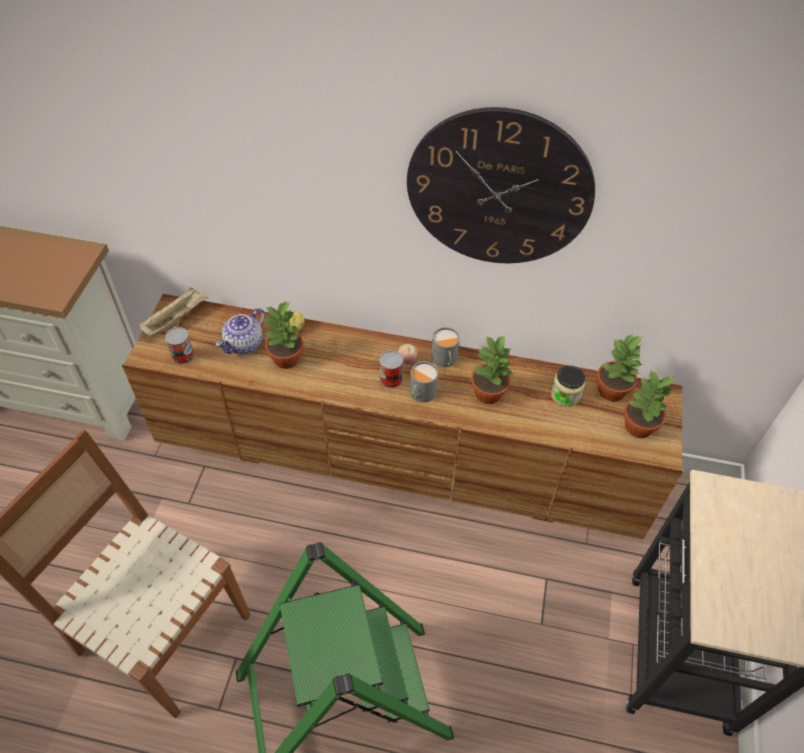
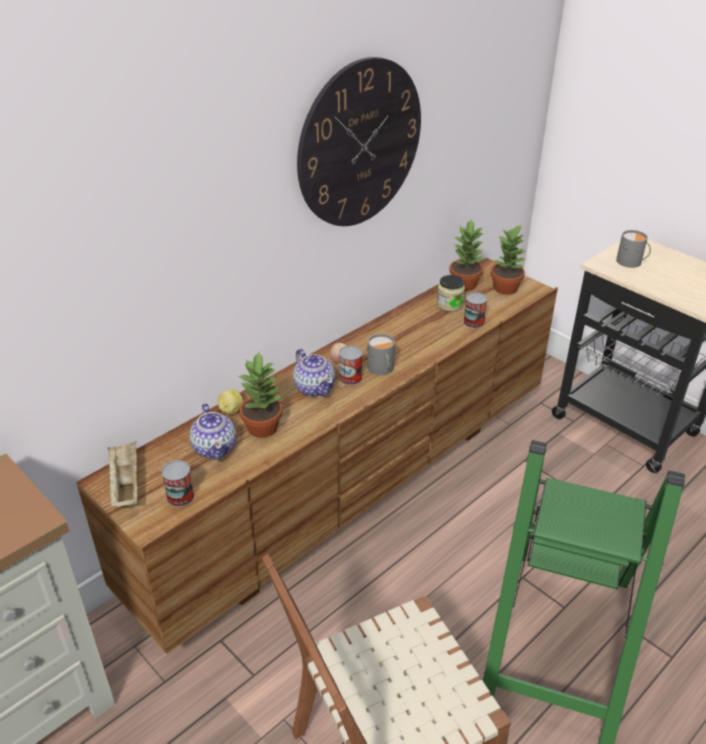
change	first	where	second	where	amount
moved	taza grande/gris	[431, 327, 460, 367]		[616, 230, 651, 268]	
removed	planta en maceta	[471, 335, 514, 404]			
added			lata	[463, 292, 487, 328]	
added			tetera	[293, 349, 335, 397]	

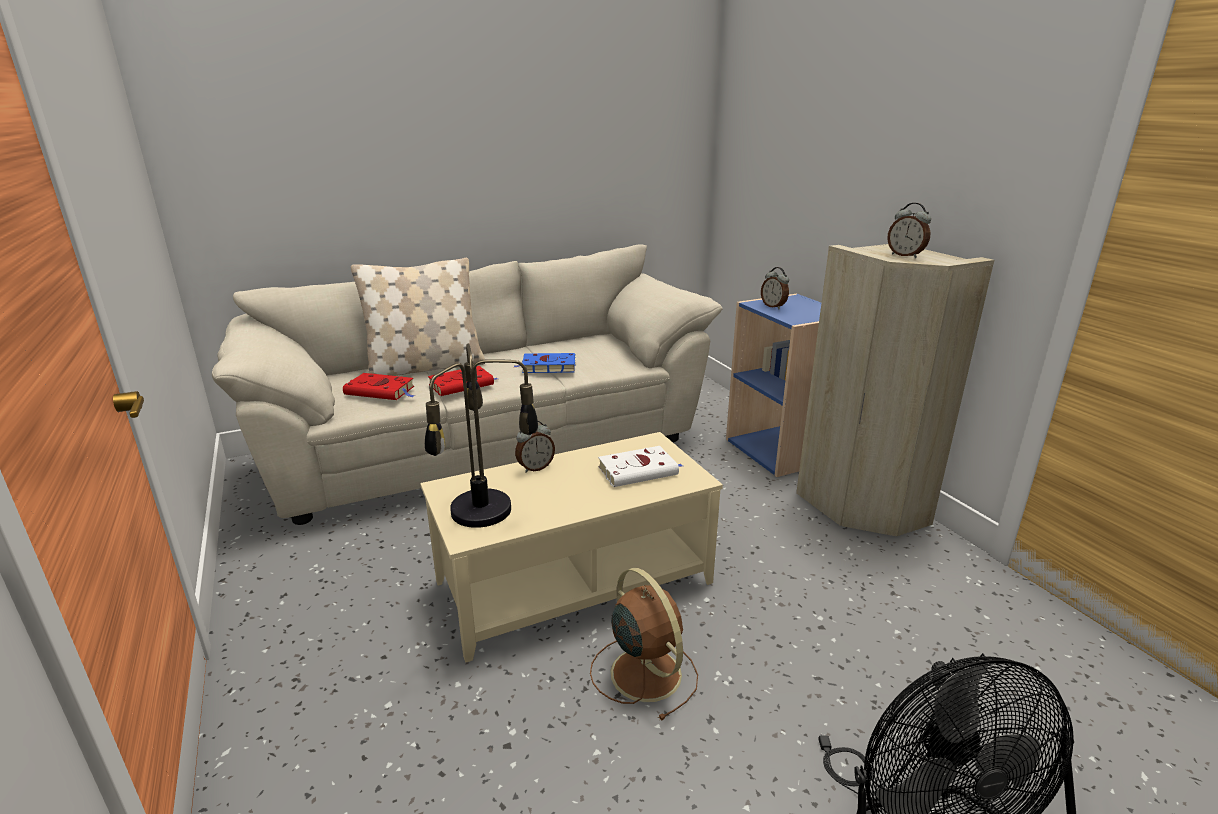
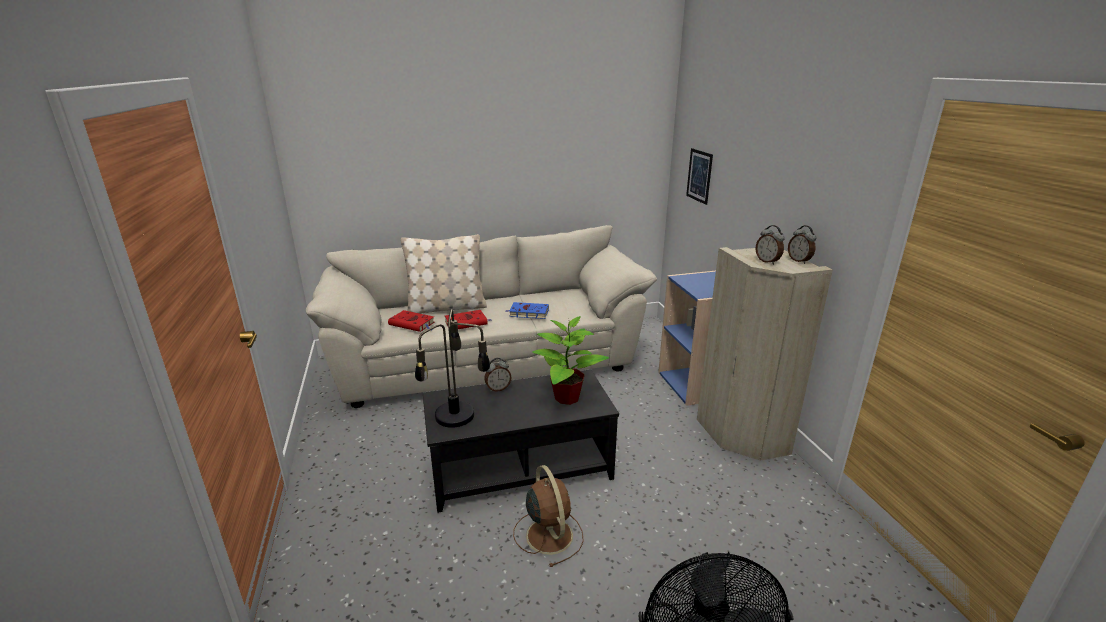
change	first	where	second	where	amount
moved	despertador	[761, 267, 789, 309]		[788, 226, 816, 264]	
recoloured	mesa de centro/beis	[420, 432, 723, 662]	mesa de centro/negro	[423, 370, 619, 513]	
replaced	libro/blanco	[598, 446, 683, 487]	planta en maceta	[532, 316, 609, 405]	
added			cuadro	[686, 148, 713, 205]	

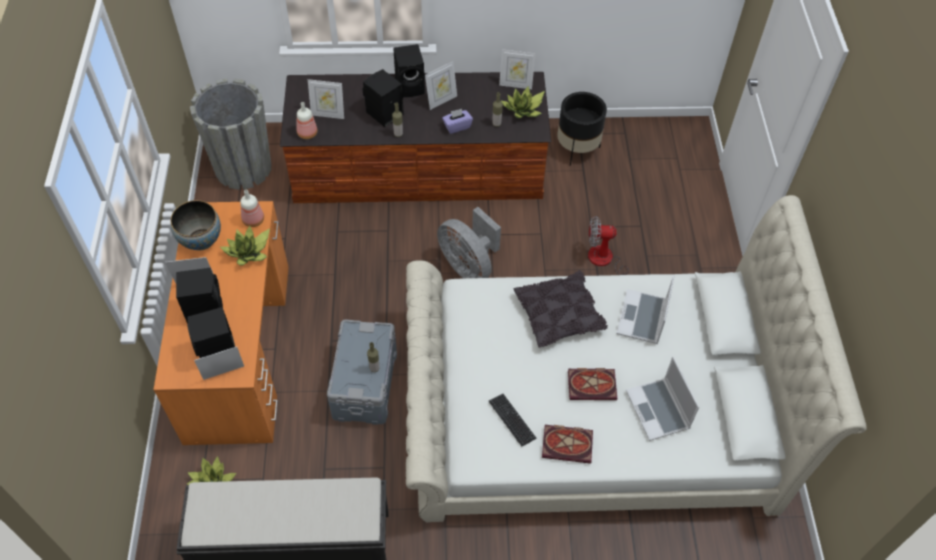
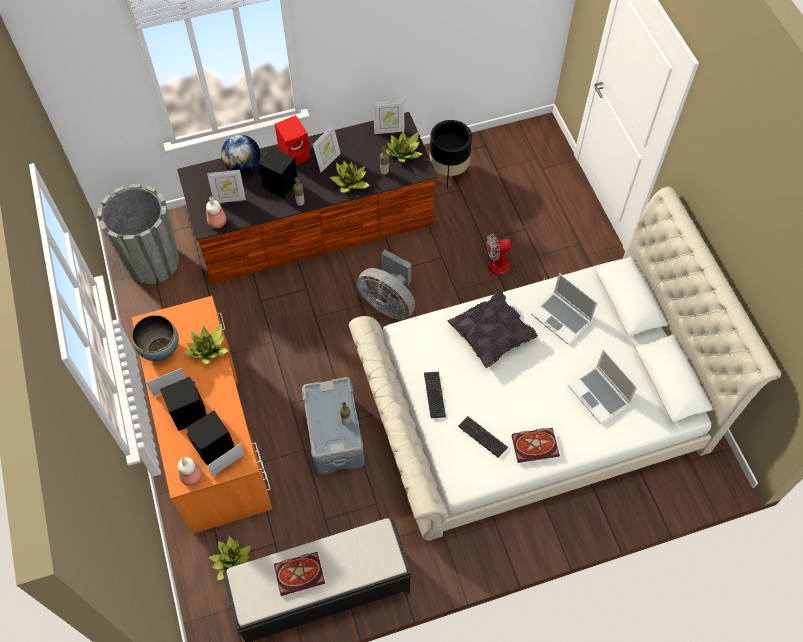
change	first	where	second	where	amount
recoloured	altavoz/negro	[393, 44, 425, 97]	altavoz/rojo	[275, 115, 311, 165]	
replaced	caja de pañuelos/morado	[442, 109, 473, 134]	planta en maceta	[330, 161, 370, 193]	
moved	botella	[240, 189, 264, 227]		[178, 457, 202, 486]	
turned	portátil	[616, 275, 674, 344]		[531, 273, 597, 344]	45 degrees counterclockwise
moved	libro	[568, 368, 617, 400]		[274, 552, 325, 596]	
added			globo terráqueo	[221, 135, 261, 174]	
added			teclado	[424, 372, 446, 418]	

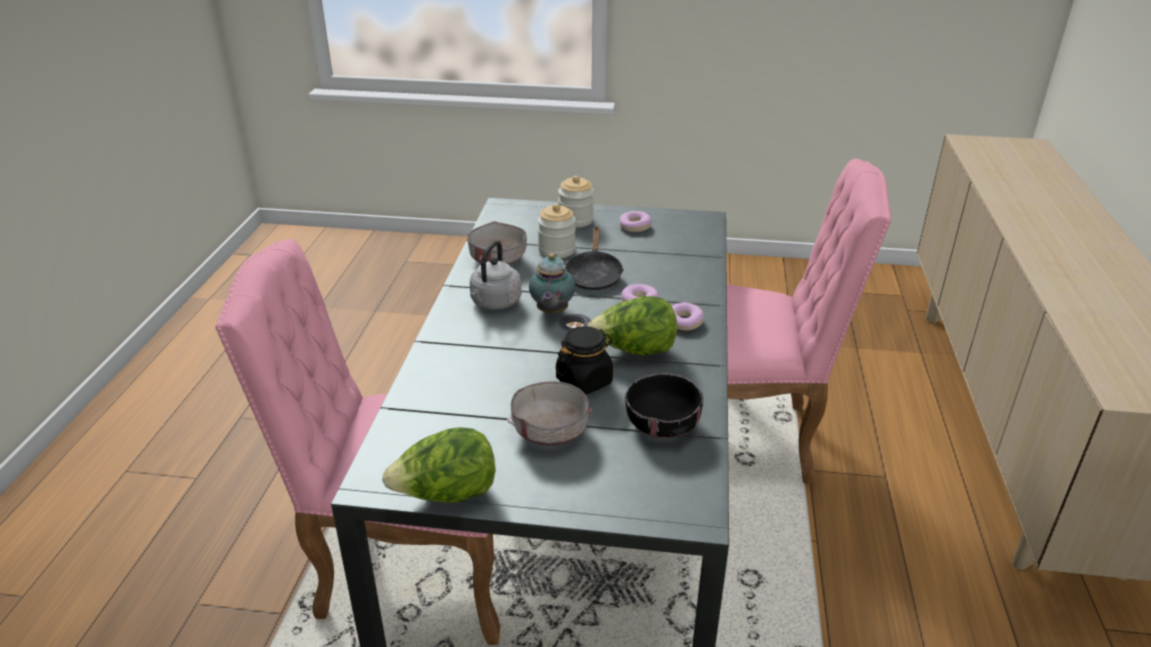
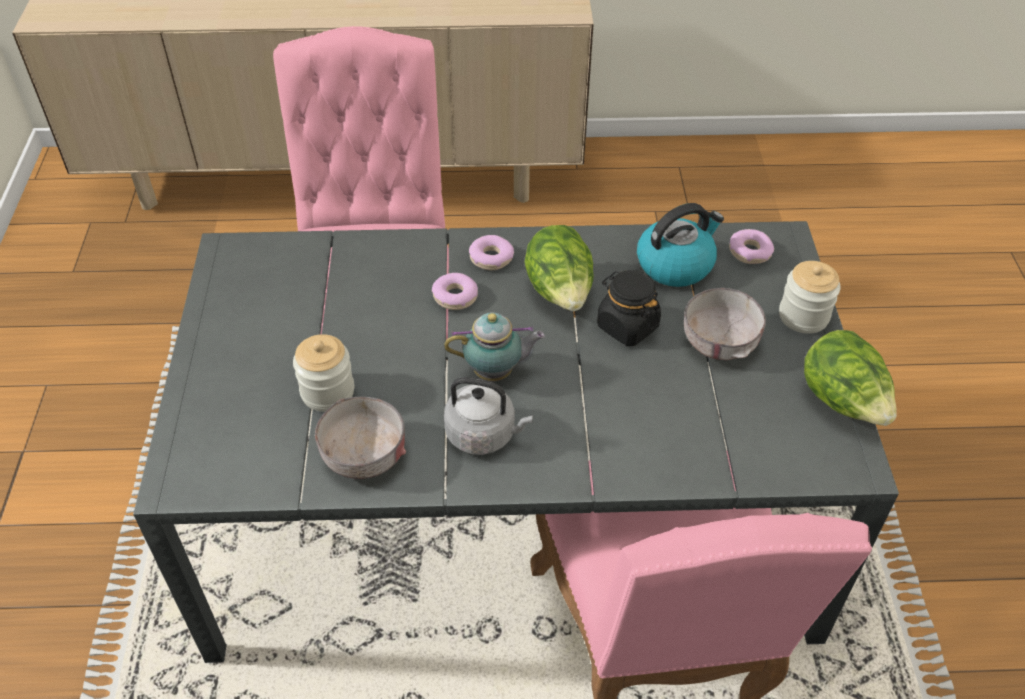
change	first	where	second	where	amount
moved	tarro	[558, 176, 594, 228]		[779, 261, 841, 334]	
moved	rosquilla	[620, 211, 652, 232]		[729, 229, 774, 264]	
removed	sartén/negro	[564, 226, 624, 290]			
replaced	cuenco/negro	[625, 373, 703, 438]	hervidor	[637, 203, 724, 287]	

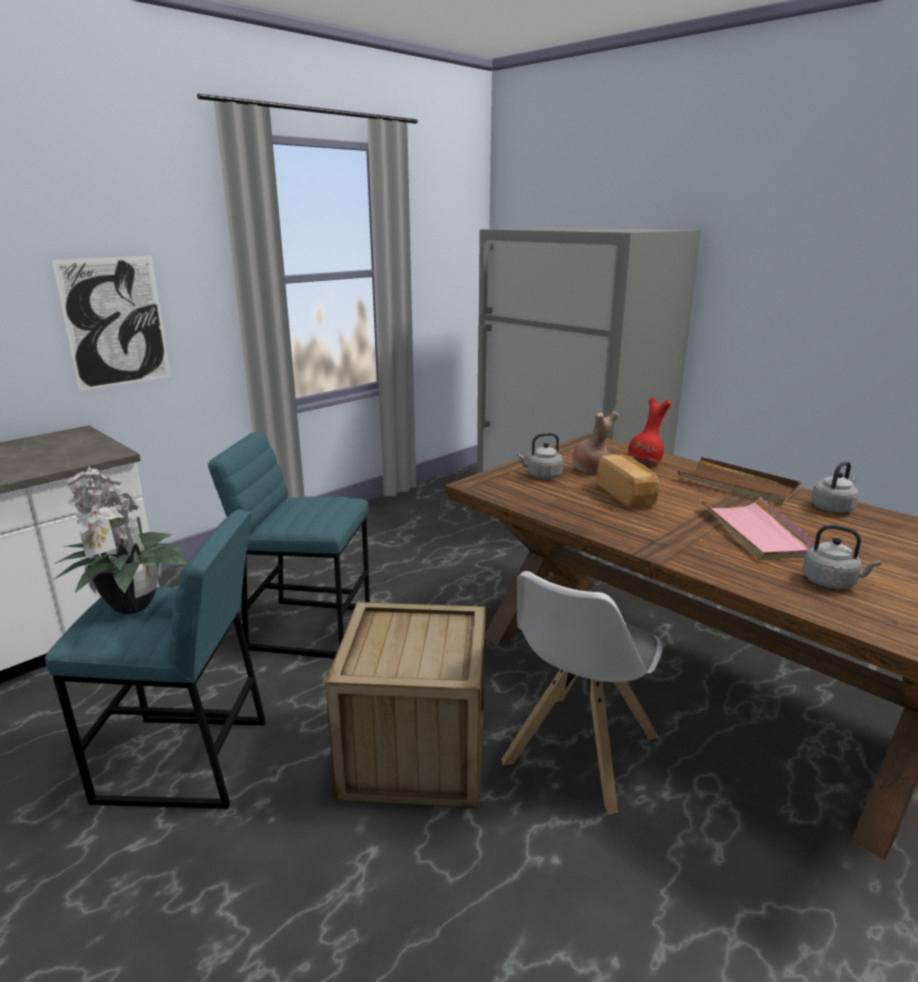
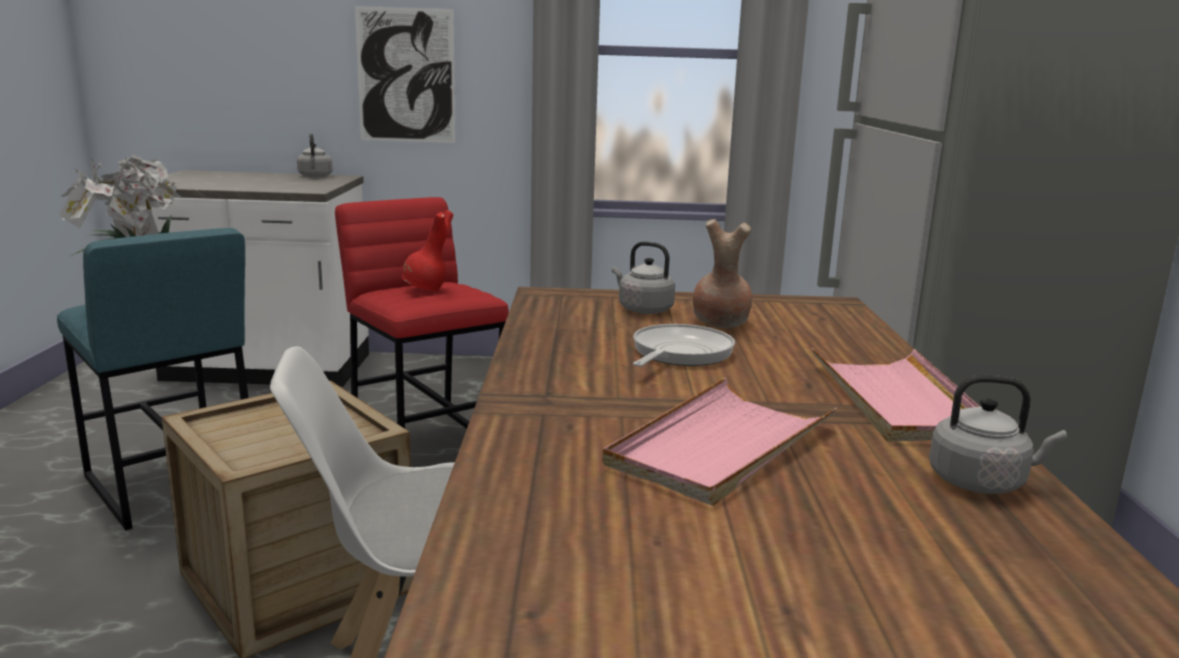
change	first	where	second	where	amount
moved	florero/rojo	[628, 398, 672, 462]		[402, 210, 453, 291]	
recoloured	taburete/azul	[208, 431, 370, 659]	taburete/rojo	[335, 197, 509, 429]	
replaced	pan	[597, 454, 659, 509]	sartén	[633, 324, 735, 367]	
recoloured	bandeja/marrón	[678, 457, 802, 505]	bandeja/rosa	[812, 348, 980, 441]	
moved	hervidor/gris	[802, 525, 881, 589]		[297, 133, 333, 177]	

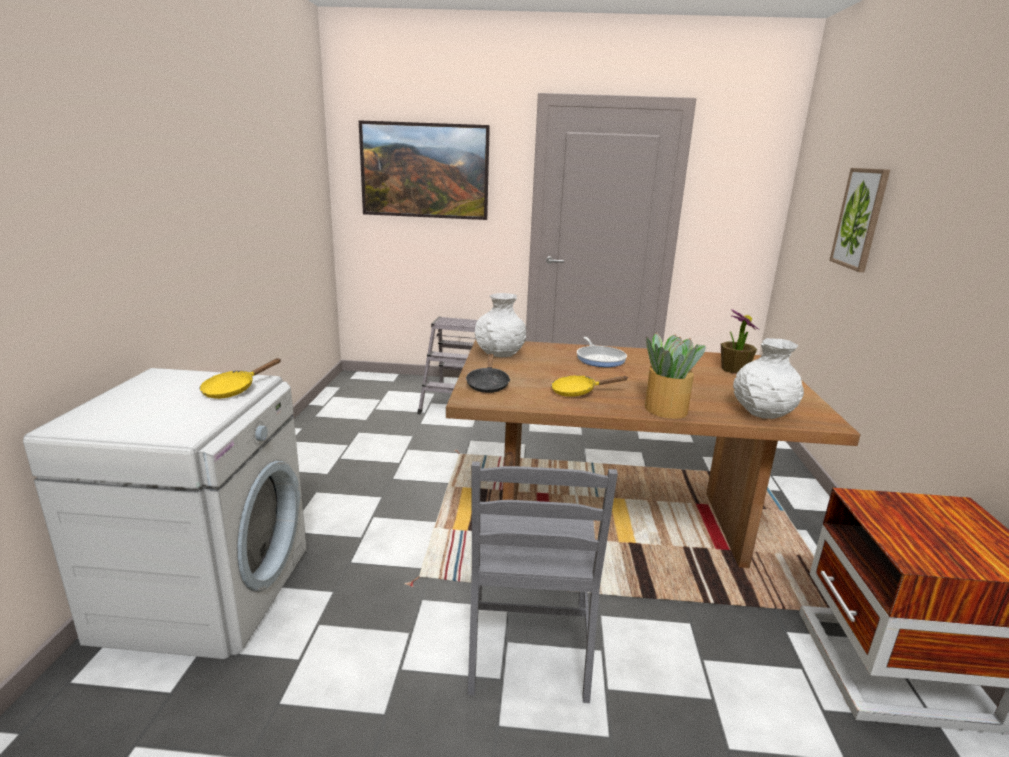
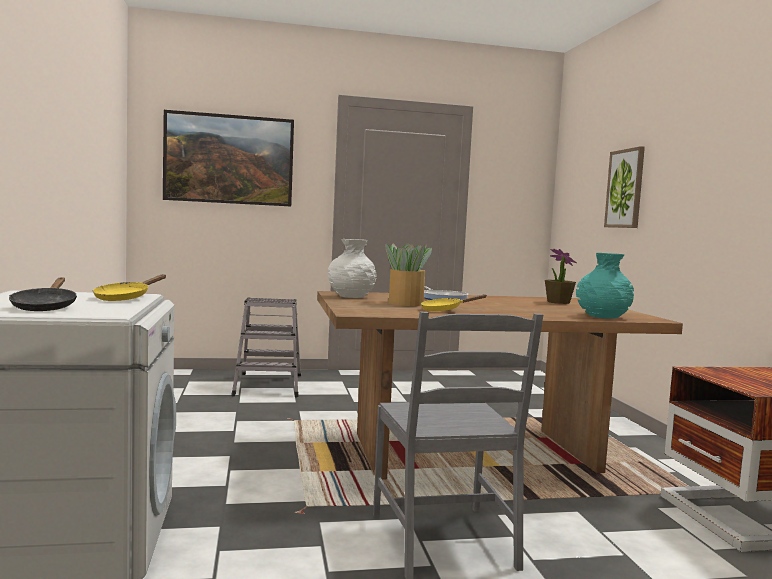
change	first	where	second	where	amount
moved	planta en maceta	[645, 333, 706, 419]		[386, 243, 432, 306]	
recoloured	florero/blanco	[733, 338, 804, 419]	florero/turquesa	[576, 253, 634, 319]	
moved	sartén/negro	[465, 354, 510, 393]		[9, 277, 77, 311]	

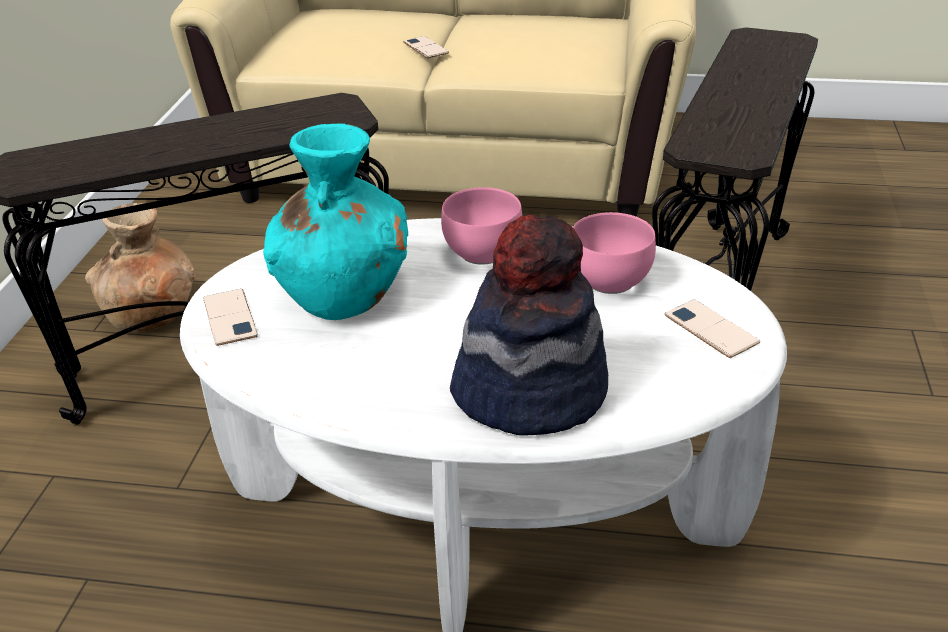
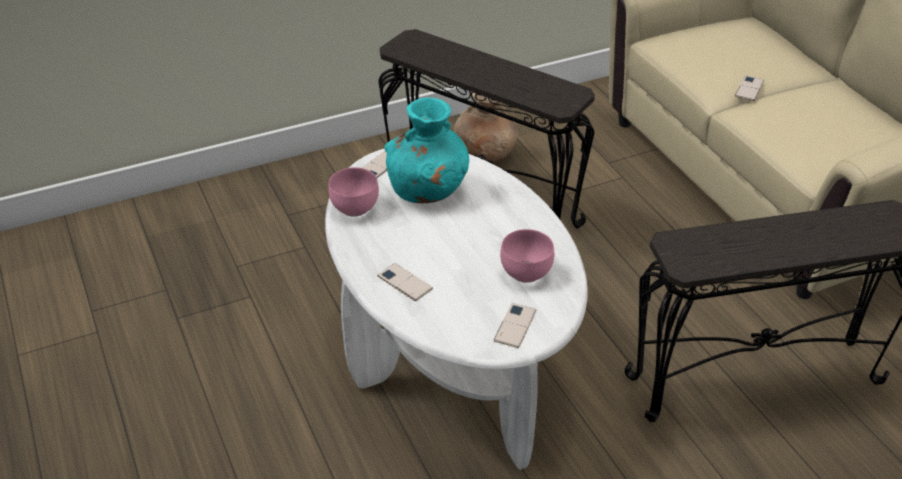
change	first	where	second	where	amount
moved	cuenco/rosa	[441, 187, 522, 265]		[328, 167, 379, 217]	
replaced	sombrero	[450, 215, 608, 436]	móvil	[377, 263, 433, 301]	

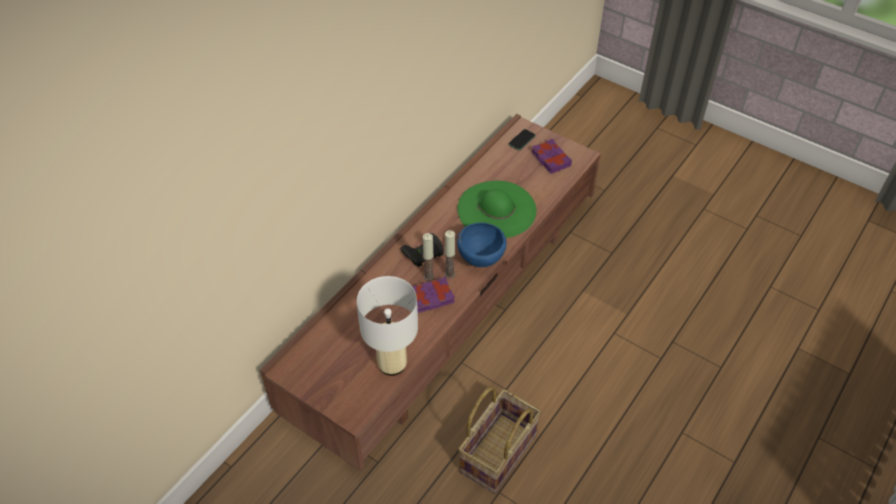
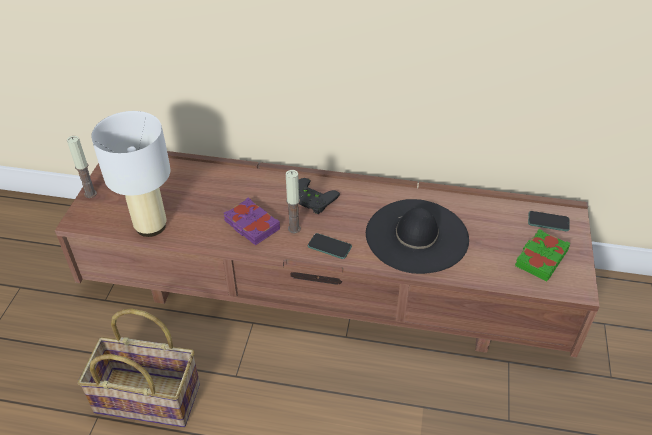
change	first	where	second	where	amount
recoloured	libro/morado	[532, 139, 572, 174]	libro/verde	[515, 229, 570, 281]	
recoloured	sombrero/verde	[457, 181, 536, 238]	sombrero/negro	[366, 199, 469, 274]	
replaced	cuenco/azul	[457, 223, 507, 267]	móvil	[308, 233, 352, 259]	
moved	vela	[423, 233, 434, 281]		[67, 136, 97, 198]	

